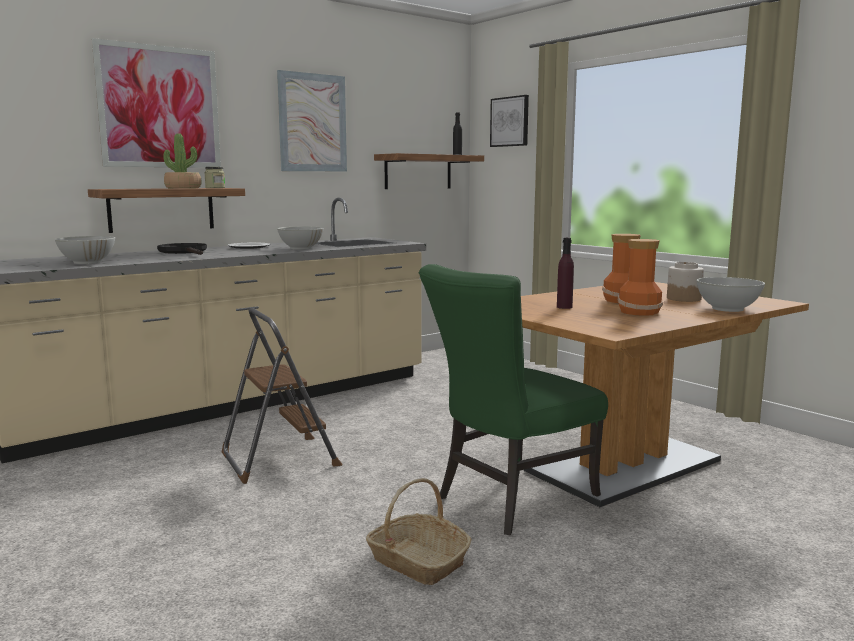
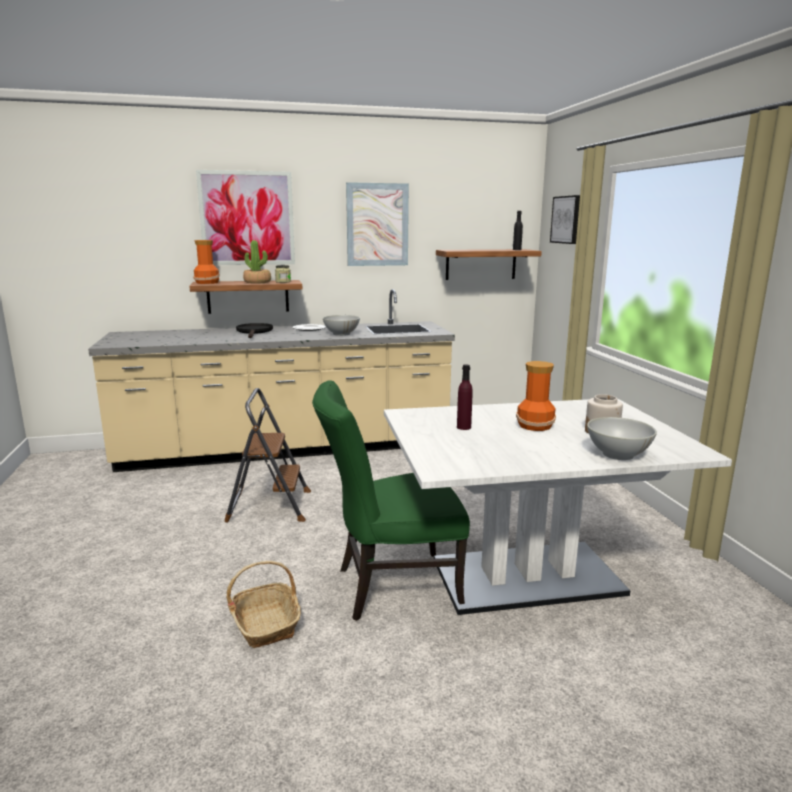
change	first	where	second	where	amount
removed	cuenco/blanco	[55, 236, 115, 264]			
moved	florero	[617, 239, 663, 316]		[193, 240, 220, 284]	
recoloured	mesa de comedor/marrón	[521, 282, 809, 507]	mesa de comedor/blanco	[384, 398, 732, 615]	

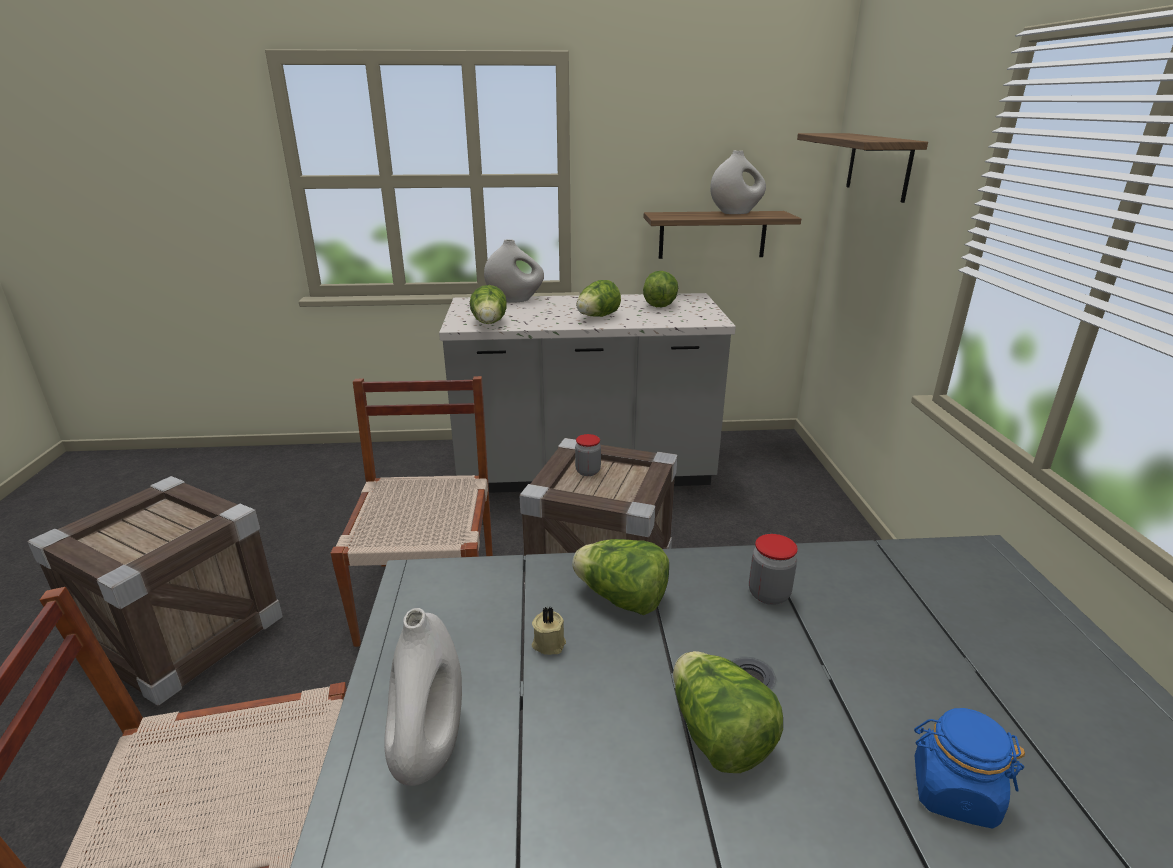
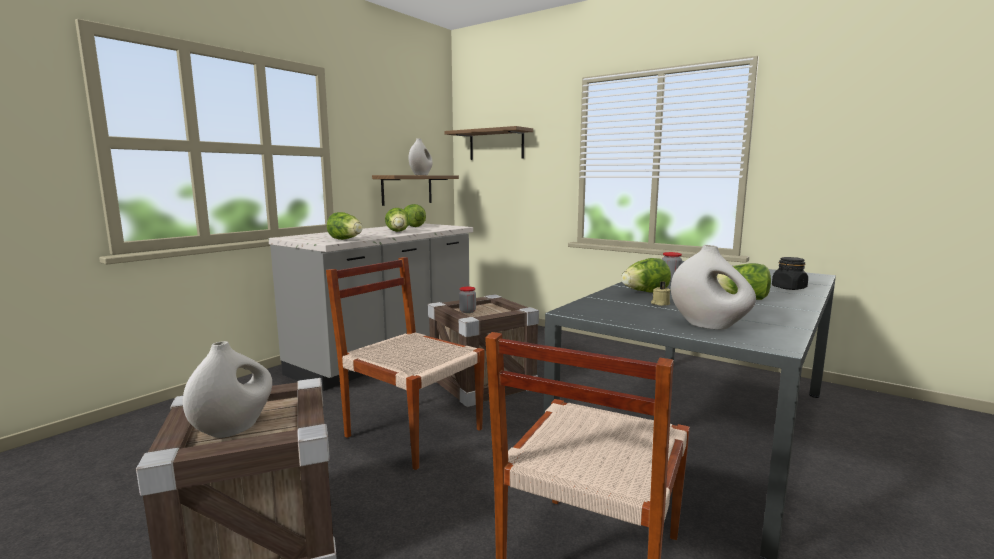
change	first	where	second	where	amount
moved	florero/blanco	[484, 240, 544, 303]		[183, 341, 272, 438]	
recoloured	tarro/azul	[914, 708, 1025, 829]	tarro/negro	[772, 257, 808, 290]	

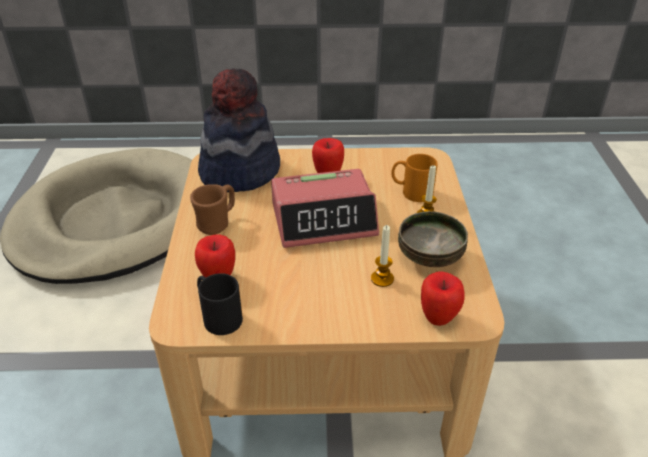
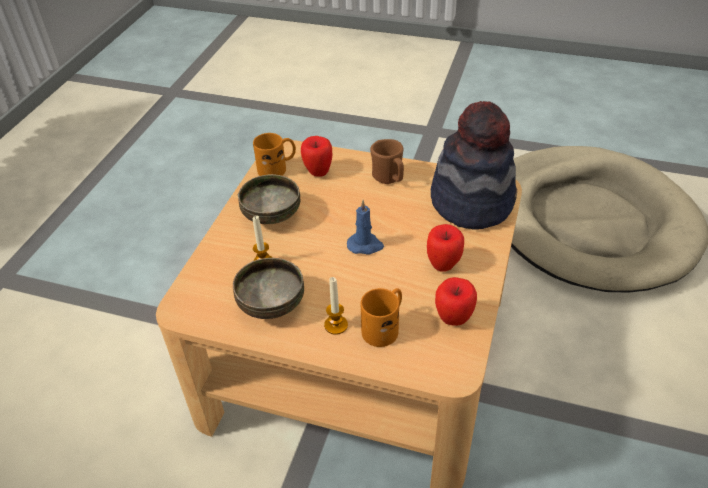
change	first	where	second	where	amount
replaced	despertador	[271, 169, 379, 248]	vela/azul	[347, 200, 384, 255]	
moved	manzana	[421, 271, 465, 326]		[435, 277, 477, 326]	
recoloured	taza grande/negro	[197, 273, 243, 335]	taza grande/naranja	[253, 133, 296, 176]	
added			cuenco	[238, 174, 300, 224]	

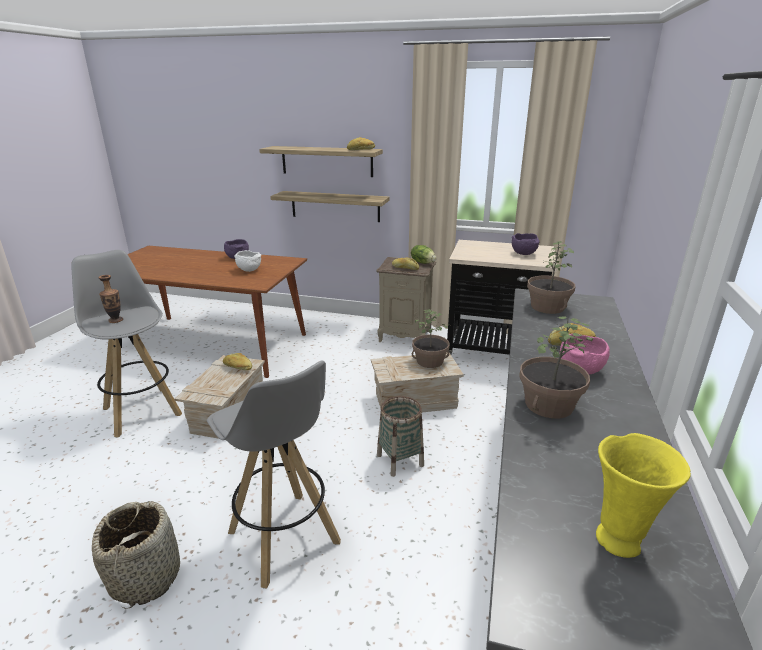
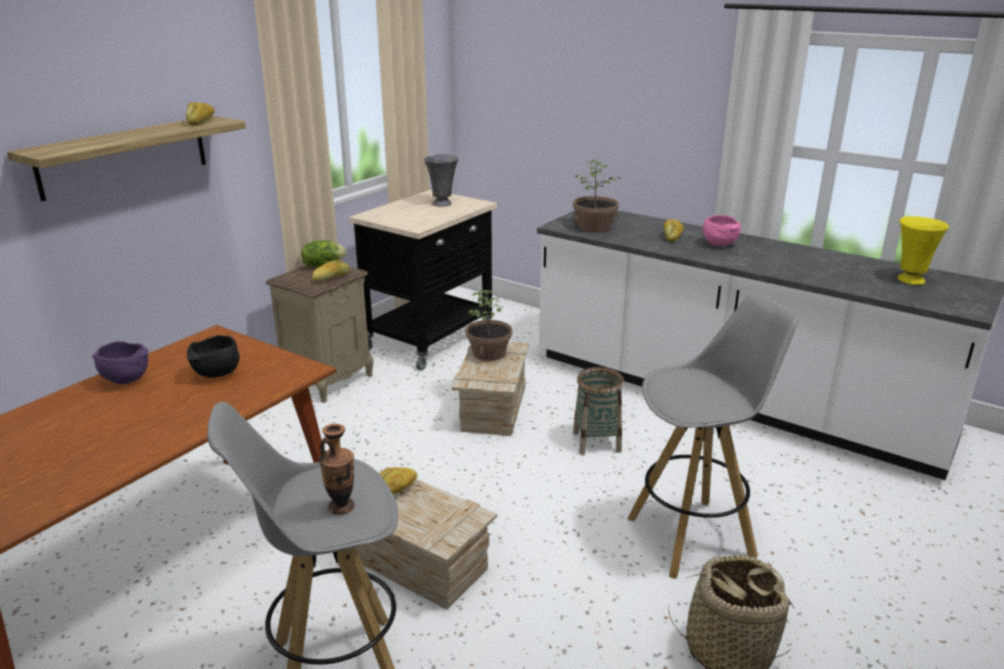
change	first	where	second	where	amount
removed	estante	[270, 191, 390, 222]			
replaced	cuenco/morado	[512, 233, 540, 255]	florero/gris	[424, 154, 458, 207]	
recoloured	cuenco/blanco	[234, 250, 261, 272]	cuenco/negro	[187, 335, 240, 378]	
removed	planta en maceta	[519, 316, 593, 418]			

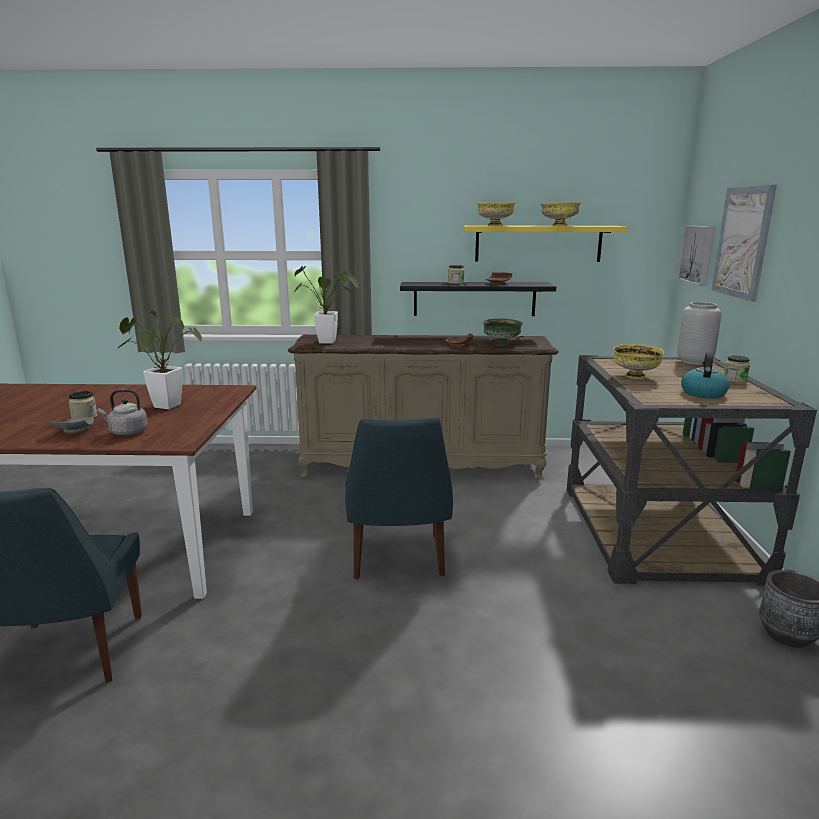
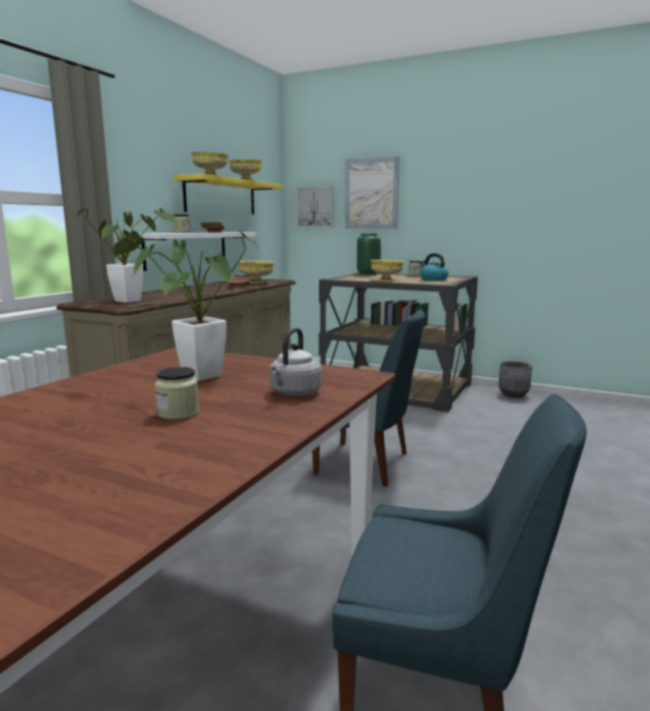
change	first	where	second	where	amount
recoloured	estante/negro	[400, 282, 556, 316]	estante/blanco	[139, 232, 256, 271]	
recoloured	florero/gris	[677, 302, 721, 365]	florero/verde	[357, 234, 381, 275]	
recoloured	cuenco/verde	[483, 319, 523, 346]	cuenco/amarillo	[239, 261, 275, 283]	
removed	plato/gris	[49, 416, 94, 433]			

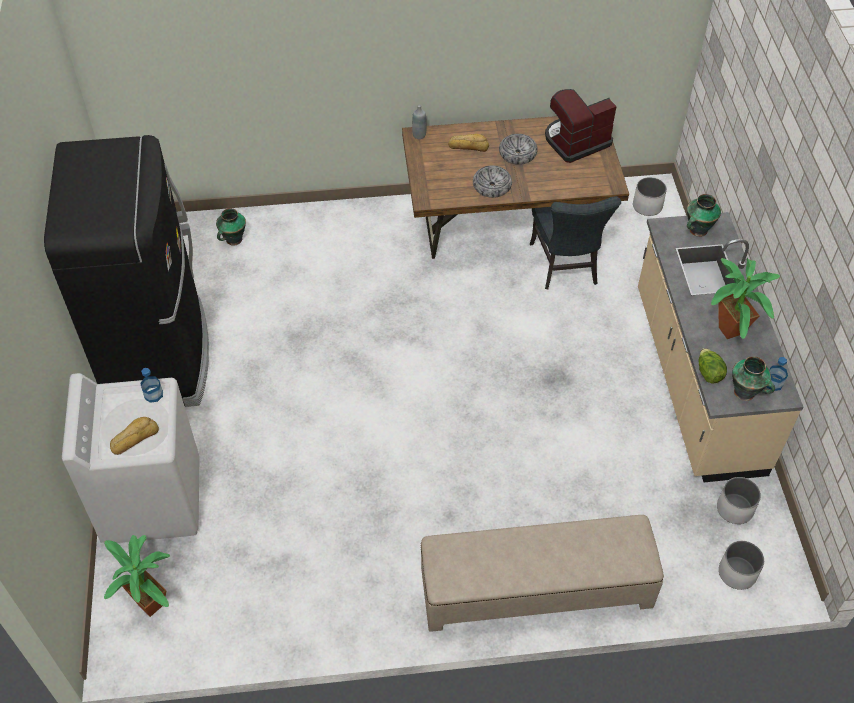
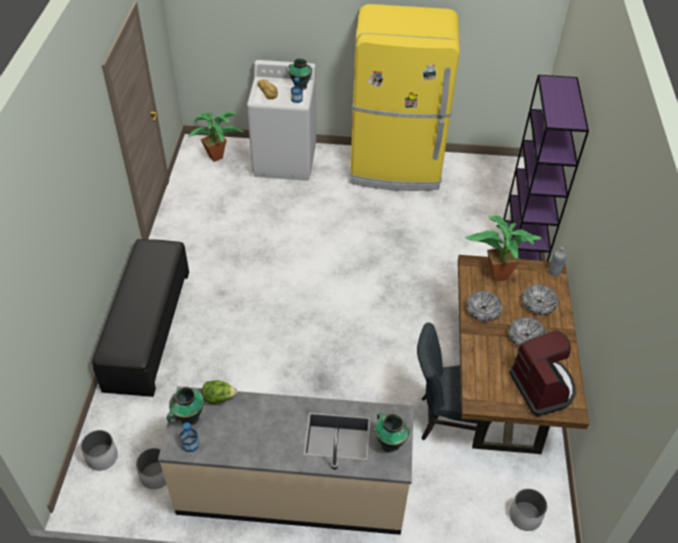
change	first	where	second	where	amount
replaced	pan	[448, 134, 489, 152]	cuenco	[522, 284, 558, 315]	
recoloured	nevera/negro	[44, 135, 209, 407]	nevera/amarillo	[350, 4, 460, 191]	
moved	florero	[216, 208, 246, 246]		[289, 58, 312, 90]	
moved	planta en maceta	[711, 258, 780, 339]		[466, 216, 541, 282]	
recoloured	banco/beis	[421, 515, 664, 632]	banco/negro	[92, 239, 189, 397]	
added			estantería/morado	[503, 75, 589, 261]	

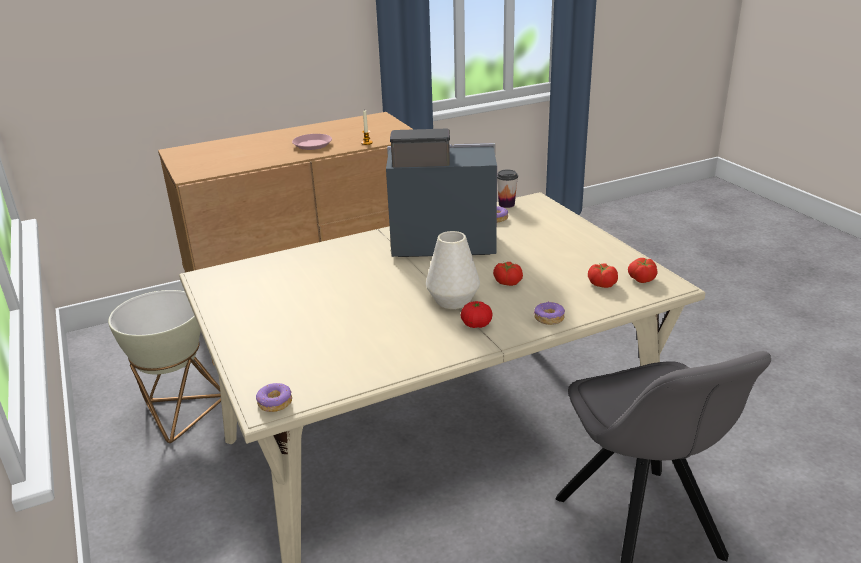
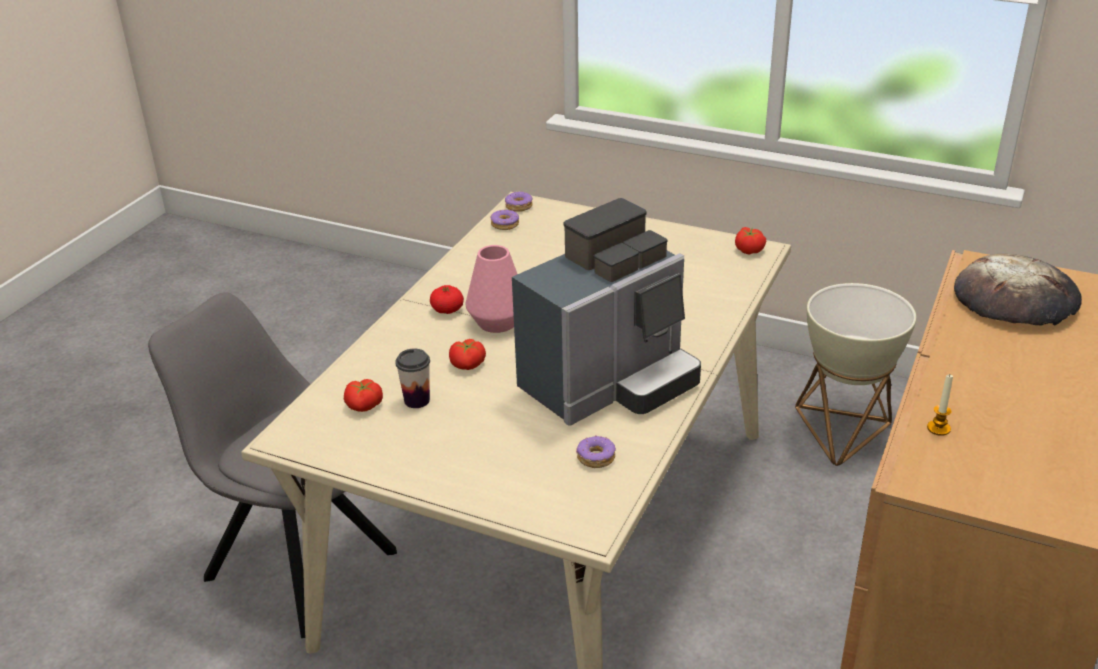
change	first	where	second	where	amount
removed	plato/rosa	[292, 134, 332, 150]			
moved	taza	[497, 169, 518, 208]		[395, 349, 430, 408]	
recoloured	florero/blanco	[426, 231, 480, 309]	florero/rosa	[466, 245, 517, 333]	
moved	tomate	[628, 258, 657, 283]		[735, 227, 766, 255]	
moved	rosquilla	[534, 301, 565, 325]		[491, 210, 519, 230]	
added			pan	[954, 254, 1082, 326]	

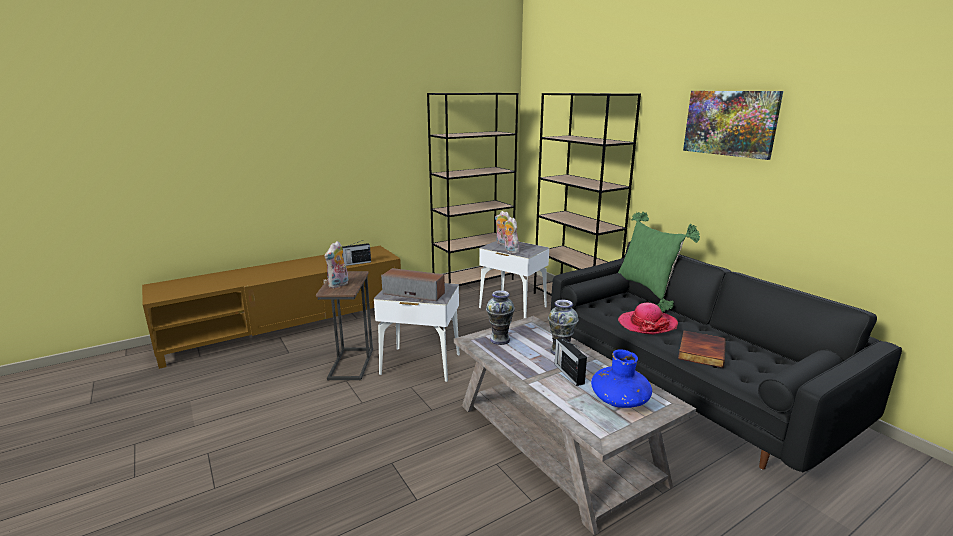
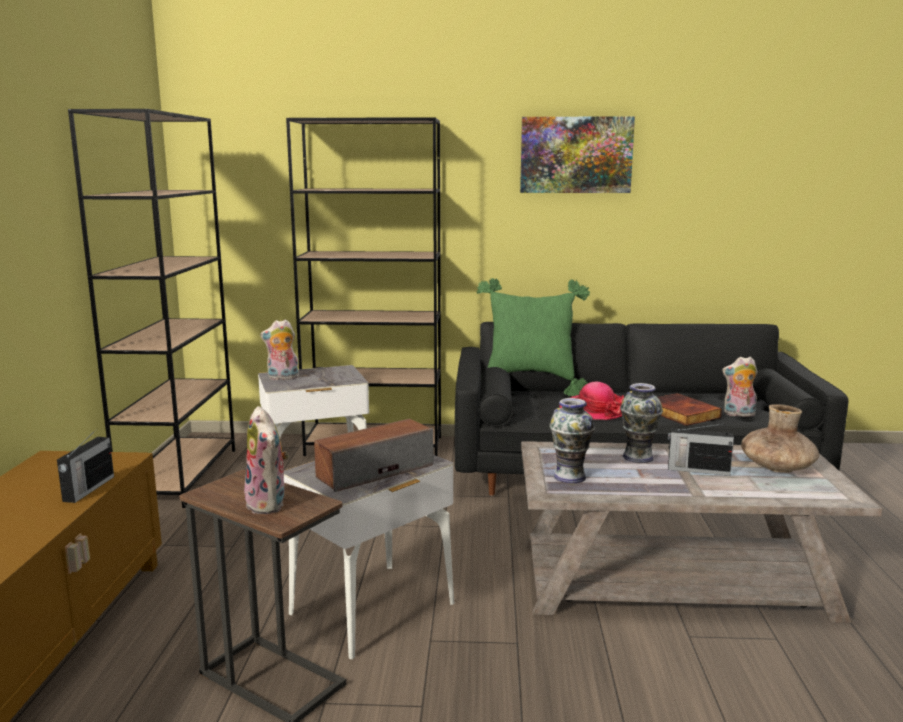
change	first	where	second	where	amount
moved	peluche	[504, 217, 519, 254]		[722, 357, 758, 417]	
recoloured	florero/azul	[591, 350, 652, 408]	florero/marrón	[741, 404, 819, 473]	

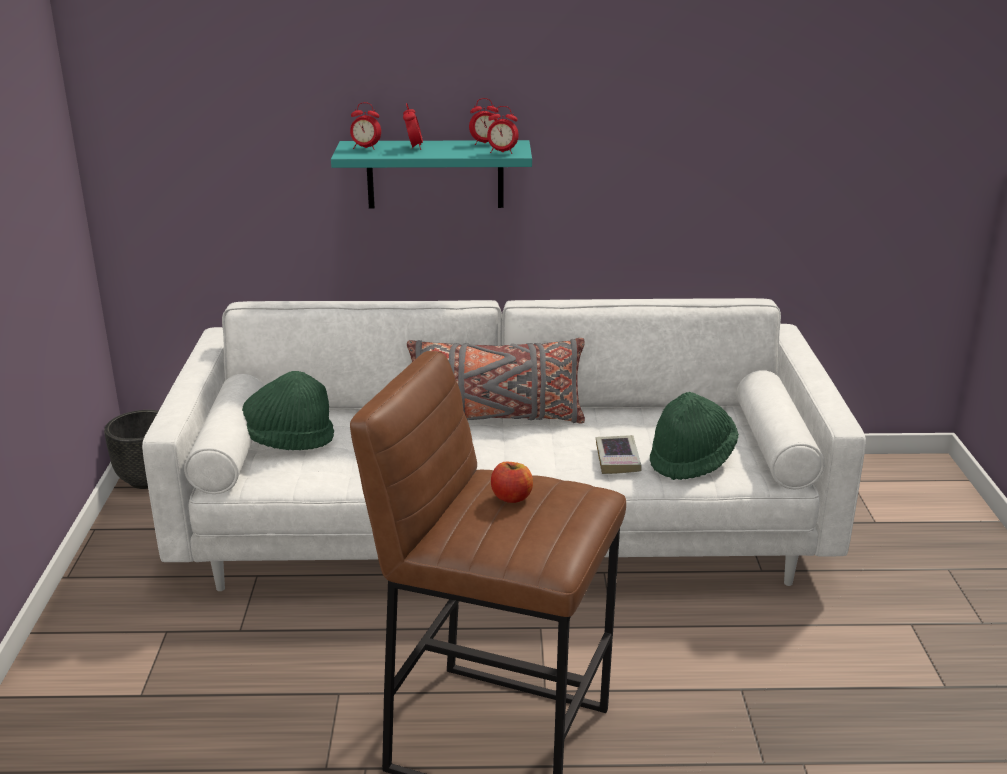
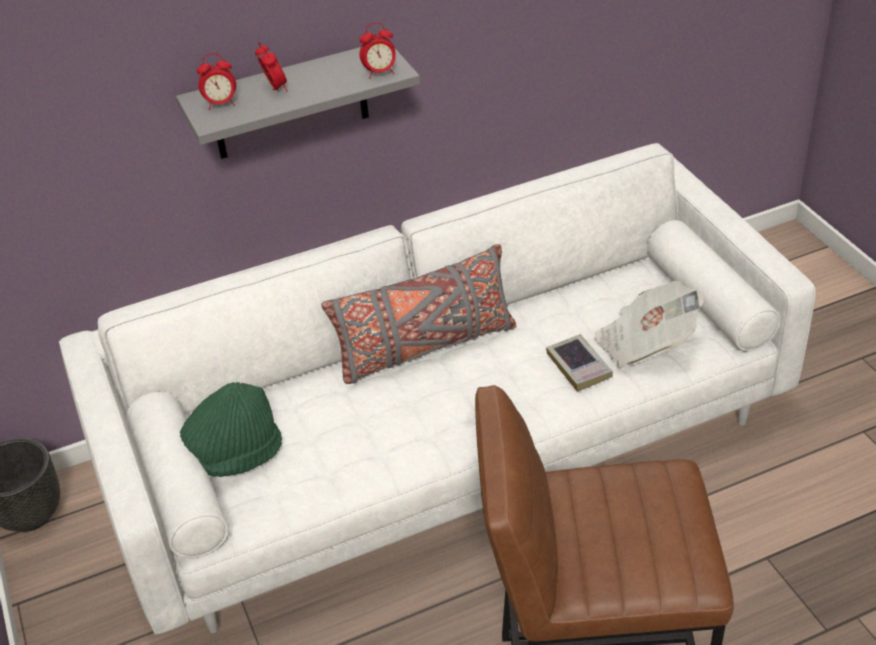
change	first	where	second	where	amount
removed	despertador	[469, 98, 499, 145]			
recoloured	estante/turquesa	[331, 140, 532, 208]	estante/gris	[176, 47, 420, 159]	
replaced	sombrero/verde	[650, 392, 739, 480]	periódico	[594, 281, 705, 368]	
removed	manzana	[491, 462, 533, 503]			

